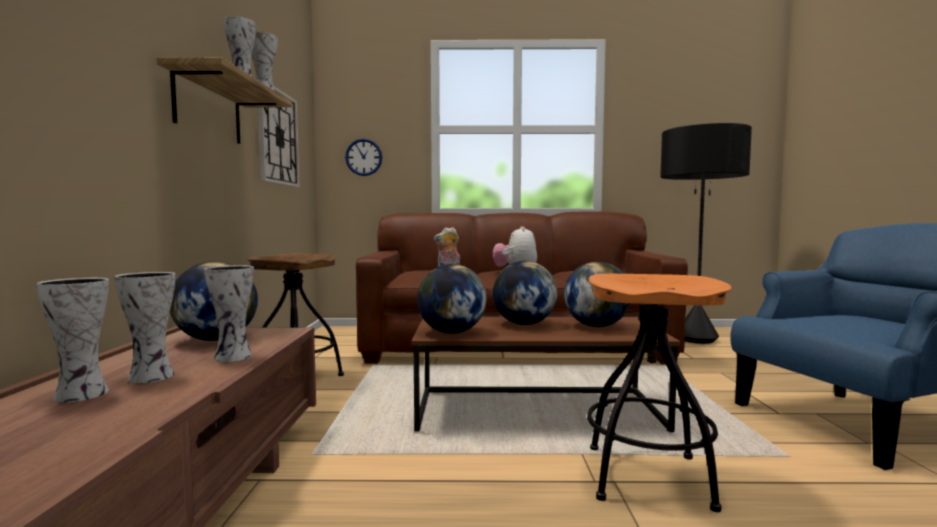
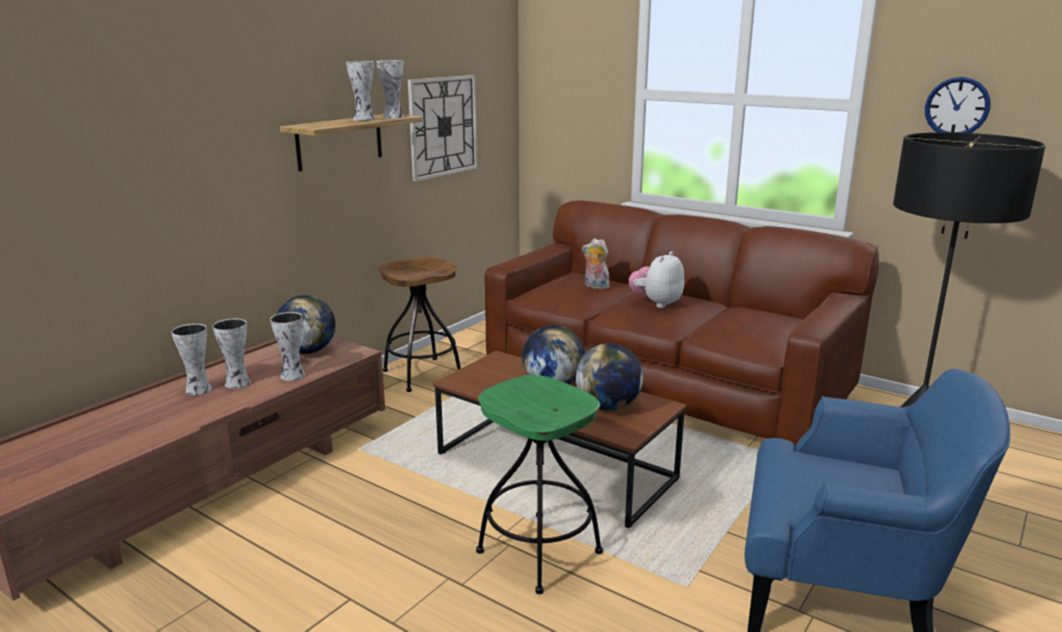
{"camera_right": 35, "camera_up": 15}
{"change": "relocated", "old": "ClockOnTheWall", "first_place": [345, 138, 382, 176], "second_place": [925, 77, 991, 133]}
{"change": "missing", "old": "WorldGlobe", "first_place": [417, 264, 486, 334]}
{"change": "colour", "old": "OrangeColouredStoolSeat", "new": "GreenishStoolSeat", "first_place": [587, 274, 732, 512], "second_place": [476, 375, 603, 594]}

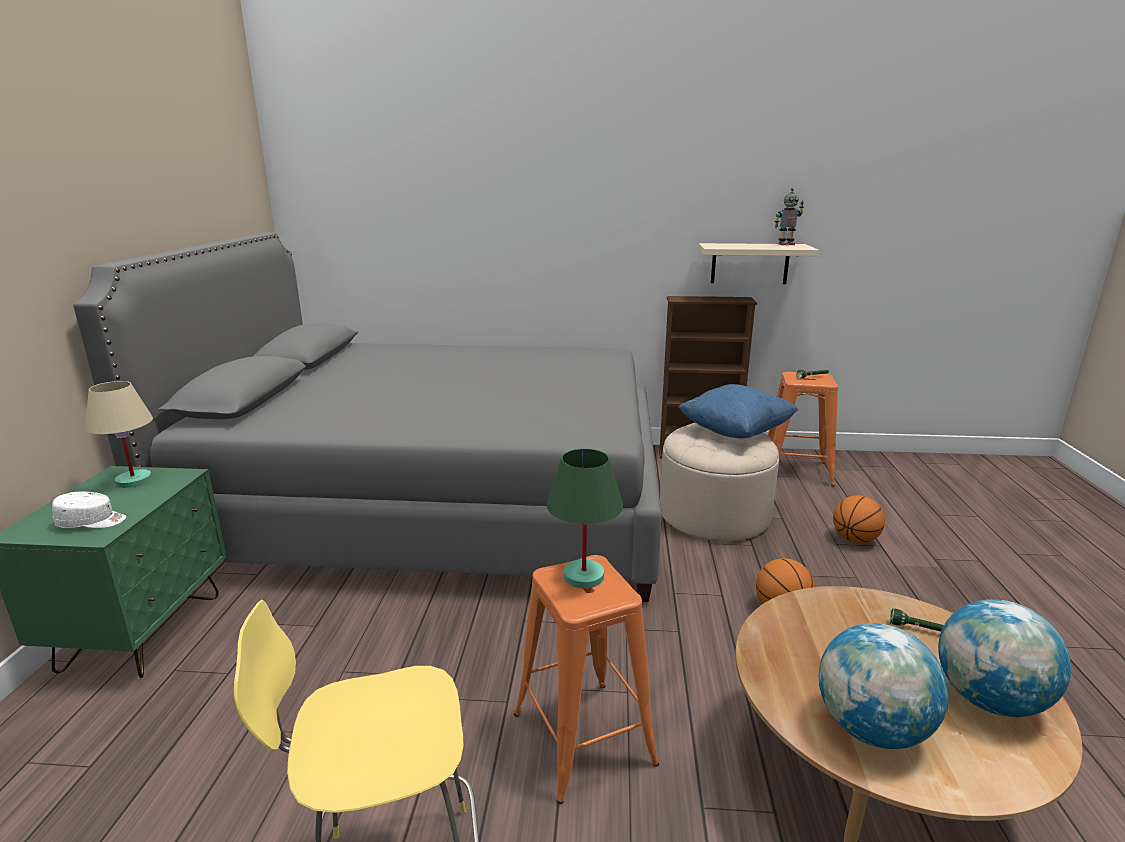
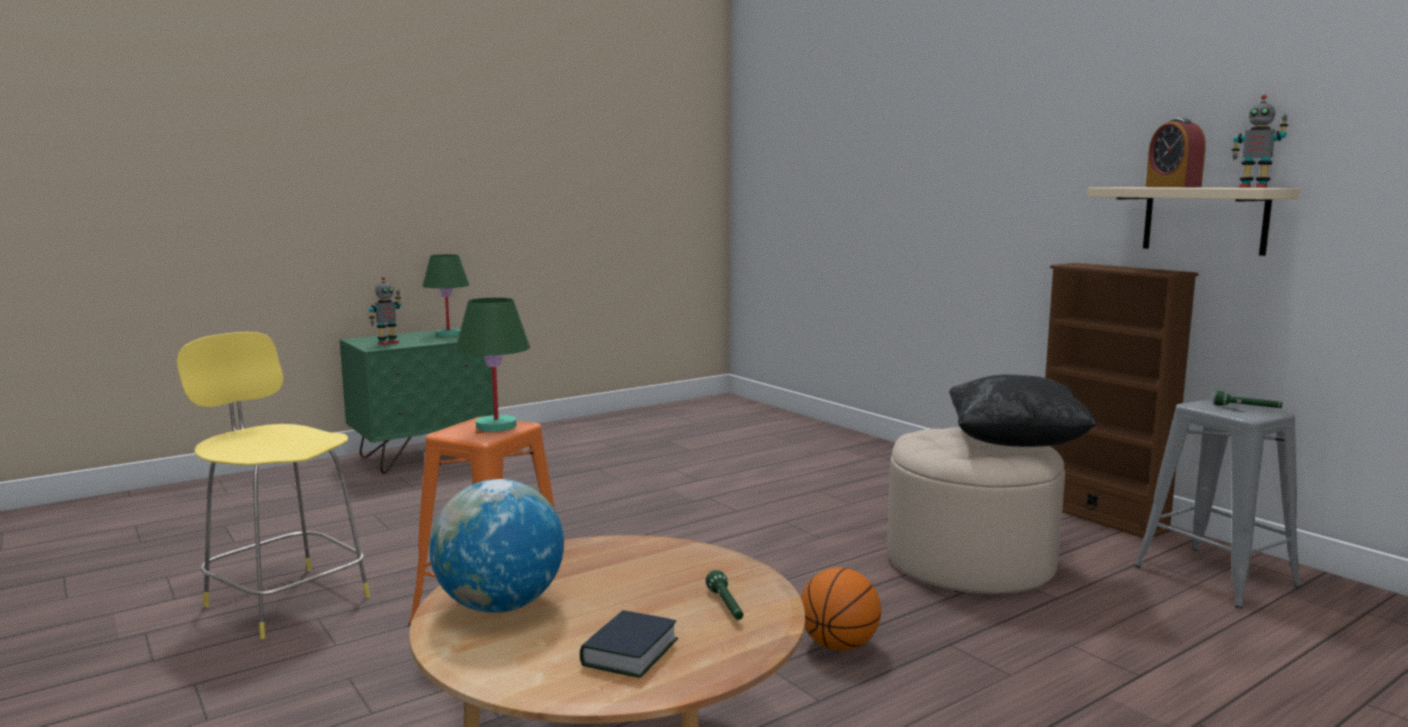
{"camera_right": 50, "camera_up": -10}
{"change": "missing", "old": "GreyishBed", "first_place": [73, 232, 662, 602]}
{"change": "colour", "old": "OrangeColouredStoolSeat", "new": "GreyishStoolSeat", "first_place": [768, 372, 838, 486], "second_place": [1134, 398, 1302, 608]}
{"change": "colour", "old": "SandColouredLampForATable", "new": "GreenishLampForATable", "first_place": [85, 381, 153, 488], "second_place": [423, 254, 469, 337]}
{"change": "colour", "old": "BluishThrowPillow", "new": "BlackColouredThrowPillow", "first_place": [678, 384, 798, 438], "second_place": [949, 374, 1098, 447]}
{"change": "exchanged", "old": "WhitishPeakedCap", "new": "RobotFigure", "first_place": [52, 492, 126, 528], "second_place": [369, 277, 401, 345]}
{"change": "missing", "old": "Basketball", "first_place": [833, 495, 885, 543]}
{"change": "exchanged", "old": "WorldGlobe", "new": "Book", "first_place": [938, 599, 1071, 717], "second_place": [580, 610, 678, 678]}
{"change": "appeared", "new": "TableClock", "second_place": [1146, 118, 1206, 187]}

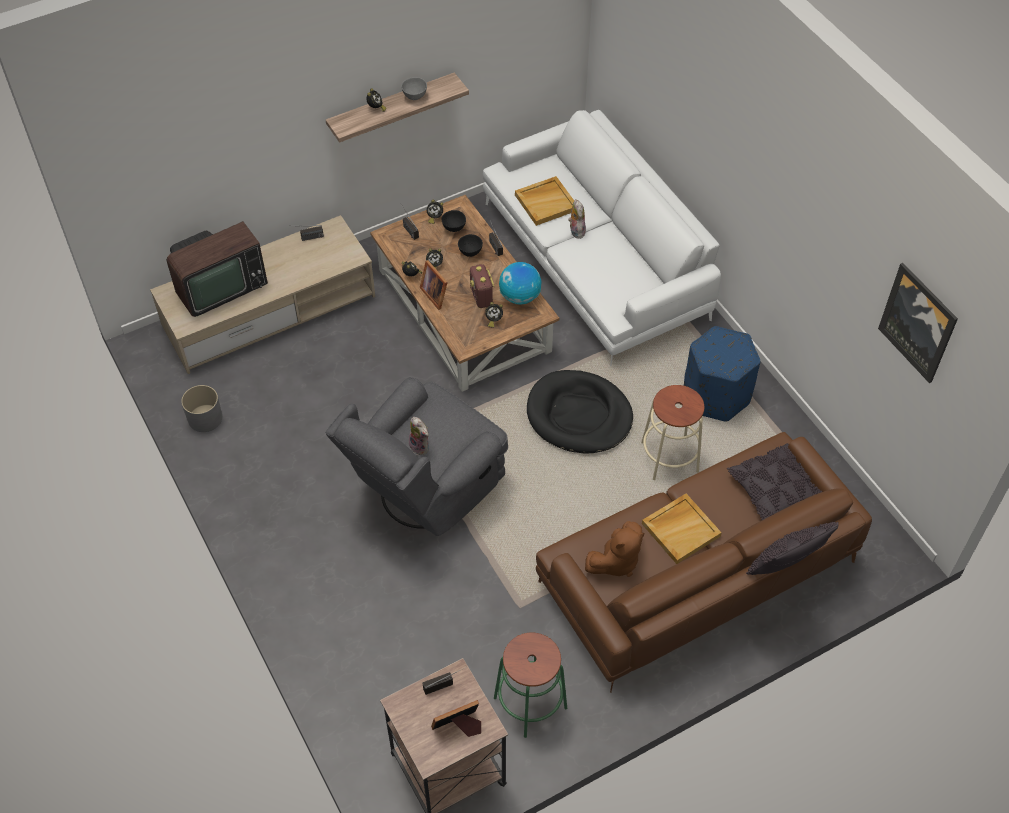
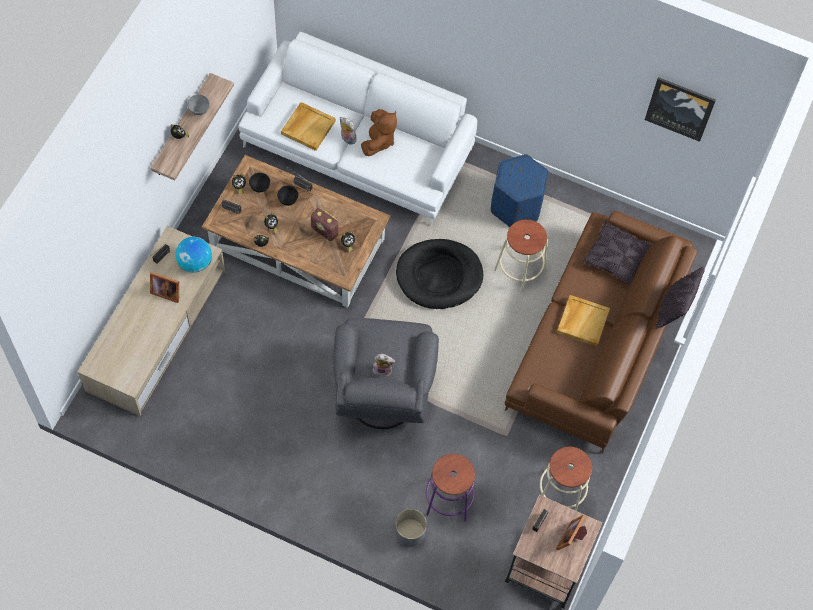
{"camera_right": -40, "camera_up": 10}
{"change": "missing", "old": "Television", "first_place": [166, 221, 268, 317]}
{"change": "relocated", "old": "PictureFrame", "first_place": [420, 260, 448, 310], "second_place": [150, 272, 179, 303]}
{"change": "relocated", "old": "WorldGlobe", "first_place": [499, 262, 541, 304], "second_place": [175, 237, 212, 273]}
{"change": "relocated", "old": "GreyishPlanter", "first_place": [181, 385, 222, 432], "second_place": [395, 509, 427, 547]}
{"change": "relocated", "old": "BrownCuddlyToy", "first_place": [585, 521, 644, 577], "second_place": [361, 109, 397, 156]}
{"change": "colour", "old": "GreenishStoolSeat", "new": "SandColouredStoolSeat", "first_place": [494, 633, 567, 738], "second_place": [540, 447, 592, 511]}
{"change": "appeared", "new": "PurplishStoolSeat", "second_place": [426, 454, 475, 522]}

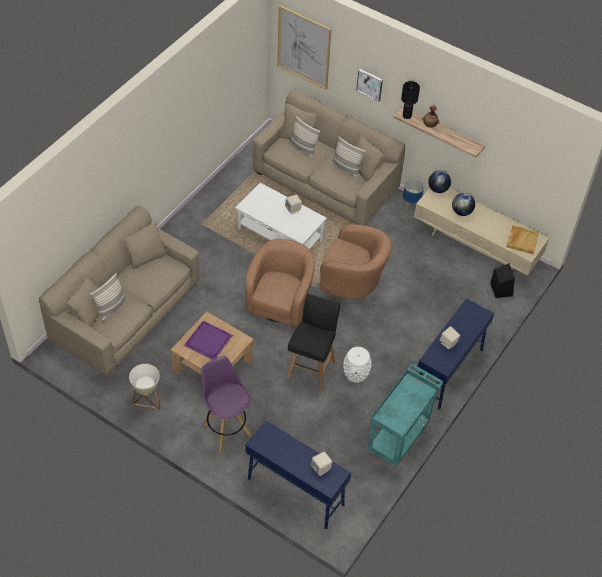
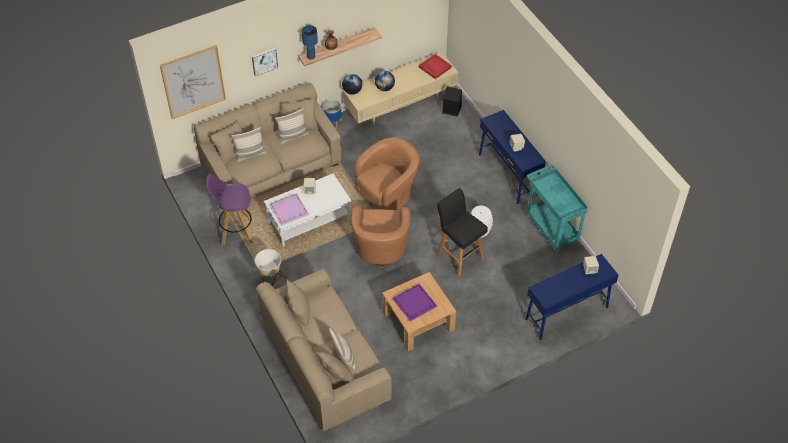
{"camera_right": -60, "camera_up": 0}
{"change": "colour", "old": "BlackColouredLampForATable", "new": "BluishLampForATable", "first_place": [401, 81, 420, 119], "second_place": [301, 25, 318, 59]}
{"change": "colour", "old": "SandColouredTray", "new": "ReddishTray", "first_place": [506, 225, 539, 254], "second_place": [419, 54, 452, 79]}
{"change": "spun", "old": "BrownEasyChair", "first_place": [245, 239, 315, 327], "second_place": [351, 206, 410, 265], "degrees": -135}
{"change": "relocated", "old": "PurplishStoolSeat", "first_place": [201, 356, 252, 453], "second_place": [206, 174, 253, 246]}
{"change": "relocated", "old": "Planter", "first_place": [129, 364, 160, 409], "second_place": [255, 249, 285, 287]}
{"change": "appeared", "new": "PurplishTray", "second_place": [269, 193, 310, 226]}

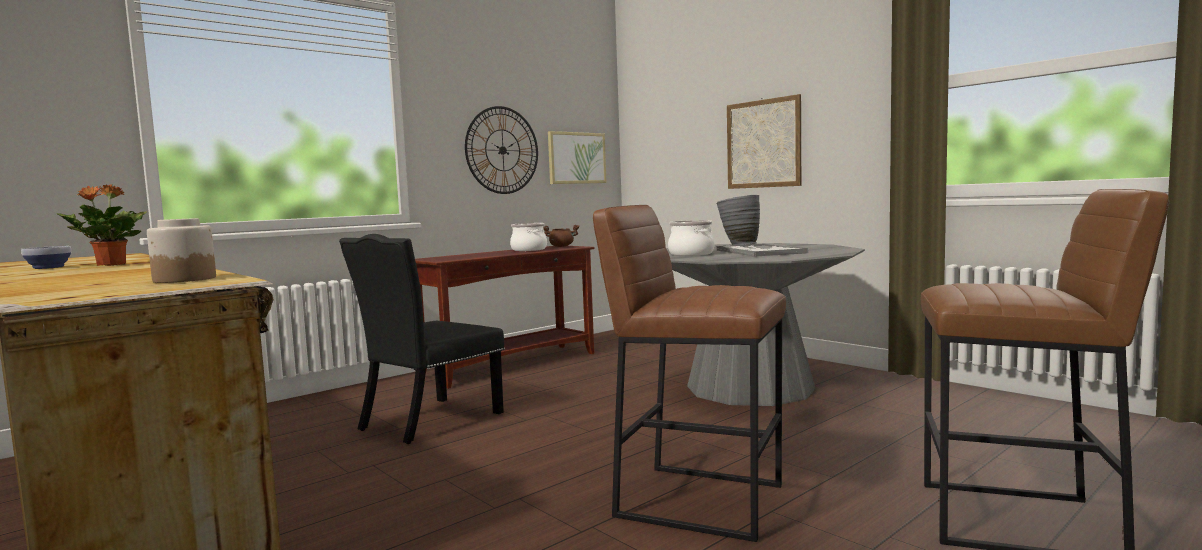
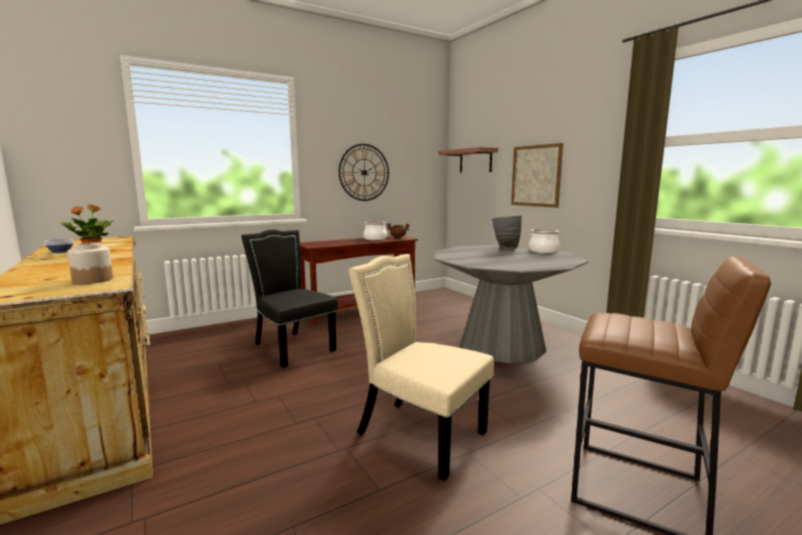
{"camera_right": 10, "camera_up": 5}
{"change": "missing", "old": "Picture", "first_place": [548, 131, 606, 184]}
{"change": "exchanged", "old": "BrownStoolSeat", "new": "SandColouredPlainChair", "first_place": [593, 205, 786, 542], "second_place": [349, 254, 494, 481]}
{"change": "relocated", "old": "CookingPot", "first_place": [668, 220, 715, 256], "second_place": [529, 229, 560, 253]}
{"change": "spun", "old": "BlackColouredPlainChair", "first_place": [339, 234, 505, 444], "second_place": [241, 230, 338, 367], "degrees": 90}
{"change": "missing", "old": "Tray", "first_place": [717, 243, 808, 257]}
{"change": "appeared", "new": "Shelf", "second_place": [438, 147, 498, 173]}

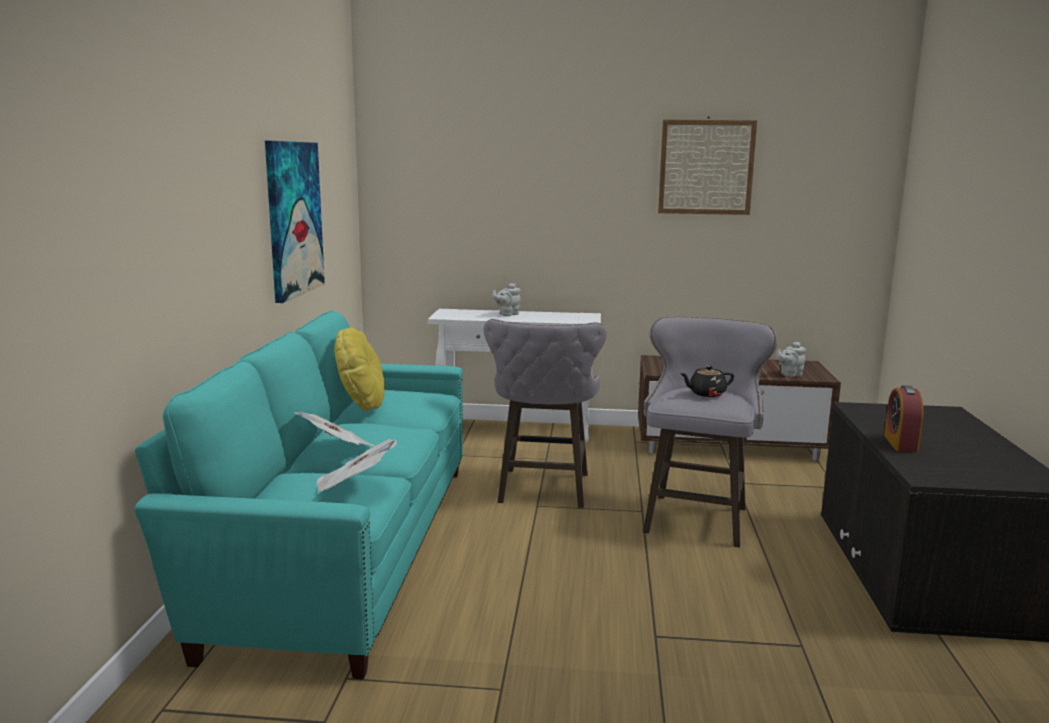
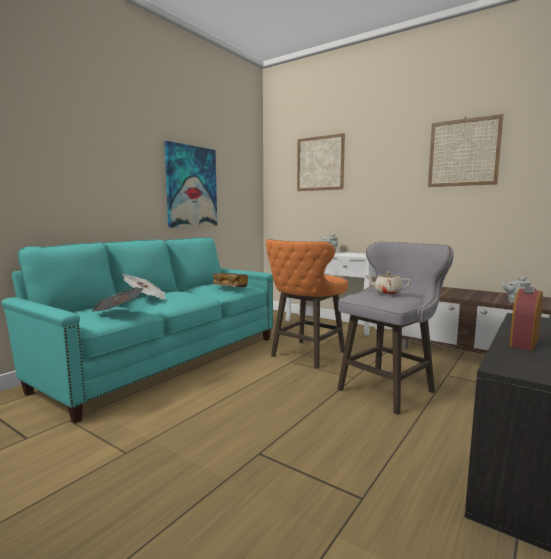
{"camera_right": 30, "camera_up": -5}
{"change": "colour", "old": "GreyishStoolSeat", "new": "OrangeColouredStoolSeat", "first_place": [484, 319, 607, 508], "second_place": [266, 239, 348, 368]}
{"change": "missing", "old": "YellowishThrowPillow", "first_place": [334, 328, 385, 411]}
{"change": "colour", "old": "BlackColouredTeapot", "new": "SandColouredTeapot", "first_place": [680, 365, 734, 397], "second_place": [365, 272, 411, 295]}
{"change": "appeared", "new": "Picture", "second_place": [297, 133, 345, 191]}
{"change": "appeared", "new": "Book", "second_place": [212, 273, 248, 287]}

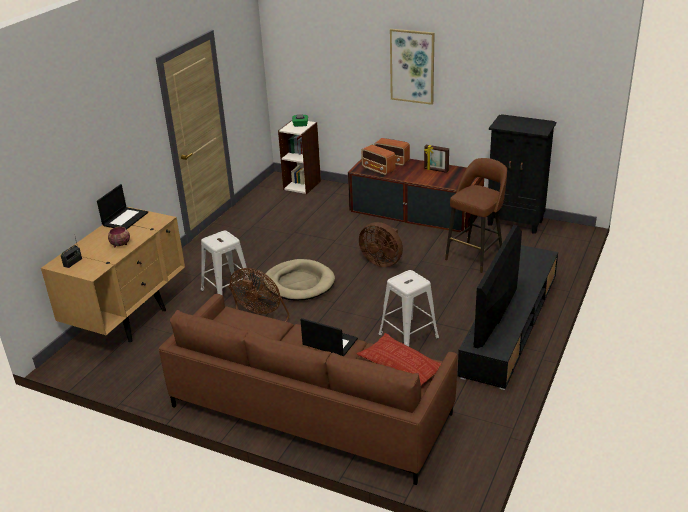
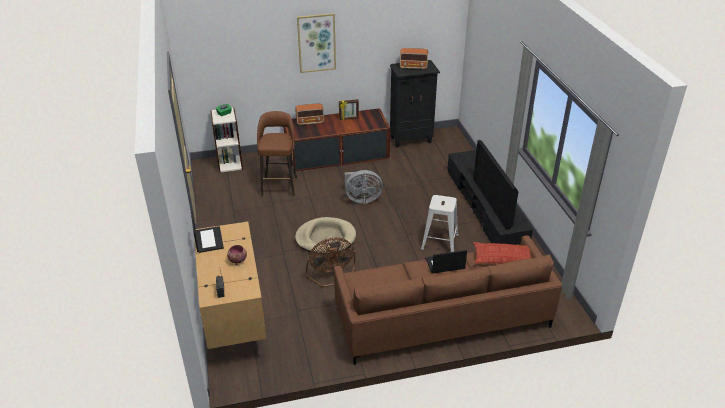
{"camera_right": -40, "camera_up": 5}
{"change": "relocated", "old": "RadioSet", "first_place": [361, 145, 396, 176], "second_place": [400, 48, 428, 69]}
{"change": "relocated", "old": "BrownStoolSeat", "first_place": [445, 158, 507, 273], "second_place": [257, 111, 297, 196]}
{"change": "colour", "old": "BrownCoolingFan", "new": "GreyishCoolingFan", "first_place": [359, 222, 403, 267], "second_place": [345, 170, 383, 204]}
{"change": "missing", "old": "WhitishStoolSeat", "first_place": [201, 231, 252, 295]}

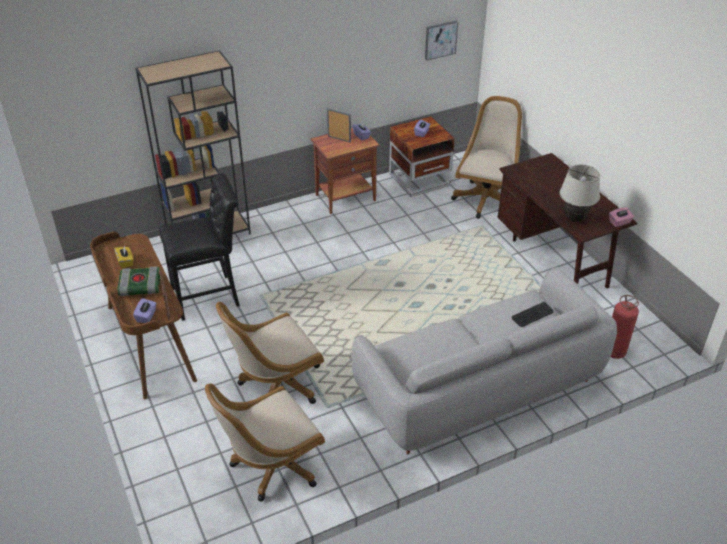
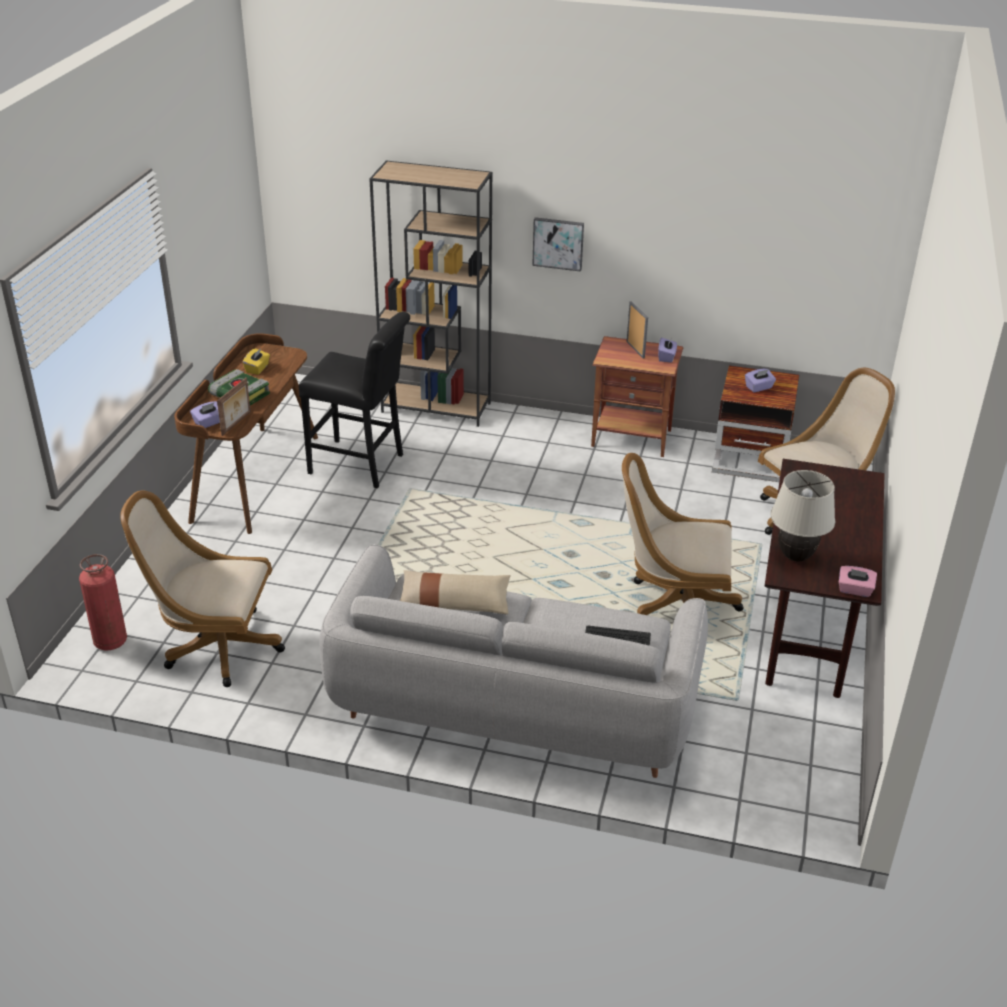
{"camera_right": 40, "camera_up": -5}
{"change": "relocated", "old": "Picture", "first_place": [425, 21, 458, 60], "second_place": [532, 217, 584, 272]}
{"change": "relocated", "old": "FireExtinguisher", "first_place": [611, 295, 639, 359], "second_place": [79, 554, 127, 650]}
{"change": "relocated", "old": "ComputerChair", "first_place": [216, 302, 324, 404], "second_place": [622, 453, 744, 615]}
{"change": "appeared", "new": "SandColouredThrowPillow", "second_place": [400, 570, 511, 614]}

